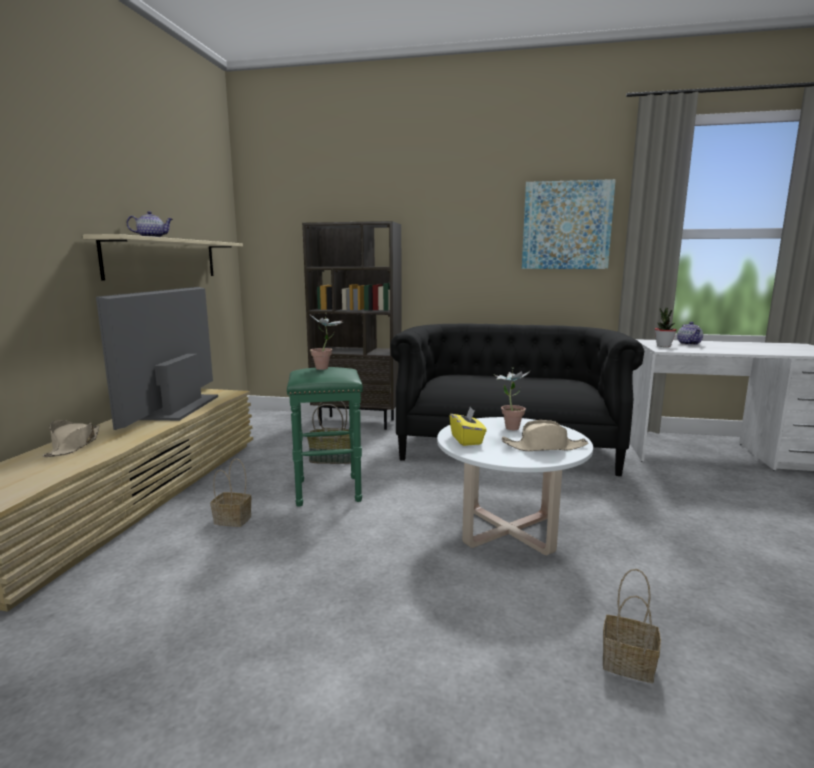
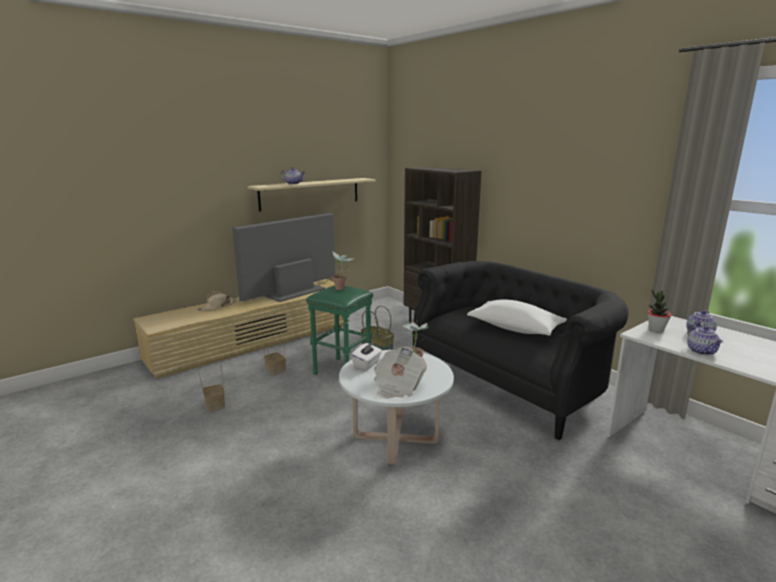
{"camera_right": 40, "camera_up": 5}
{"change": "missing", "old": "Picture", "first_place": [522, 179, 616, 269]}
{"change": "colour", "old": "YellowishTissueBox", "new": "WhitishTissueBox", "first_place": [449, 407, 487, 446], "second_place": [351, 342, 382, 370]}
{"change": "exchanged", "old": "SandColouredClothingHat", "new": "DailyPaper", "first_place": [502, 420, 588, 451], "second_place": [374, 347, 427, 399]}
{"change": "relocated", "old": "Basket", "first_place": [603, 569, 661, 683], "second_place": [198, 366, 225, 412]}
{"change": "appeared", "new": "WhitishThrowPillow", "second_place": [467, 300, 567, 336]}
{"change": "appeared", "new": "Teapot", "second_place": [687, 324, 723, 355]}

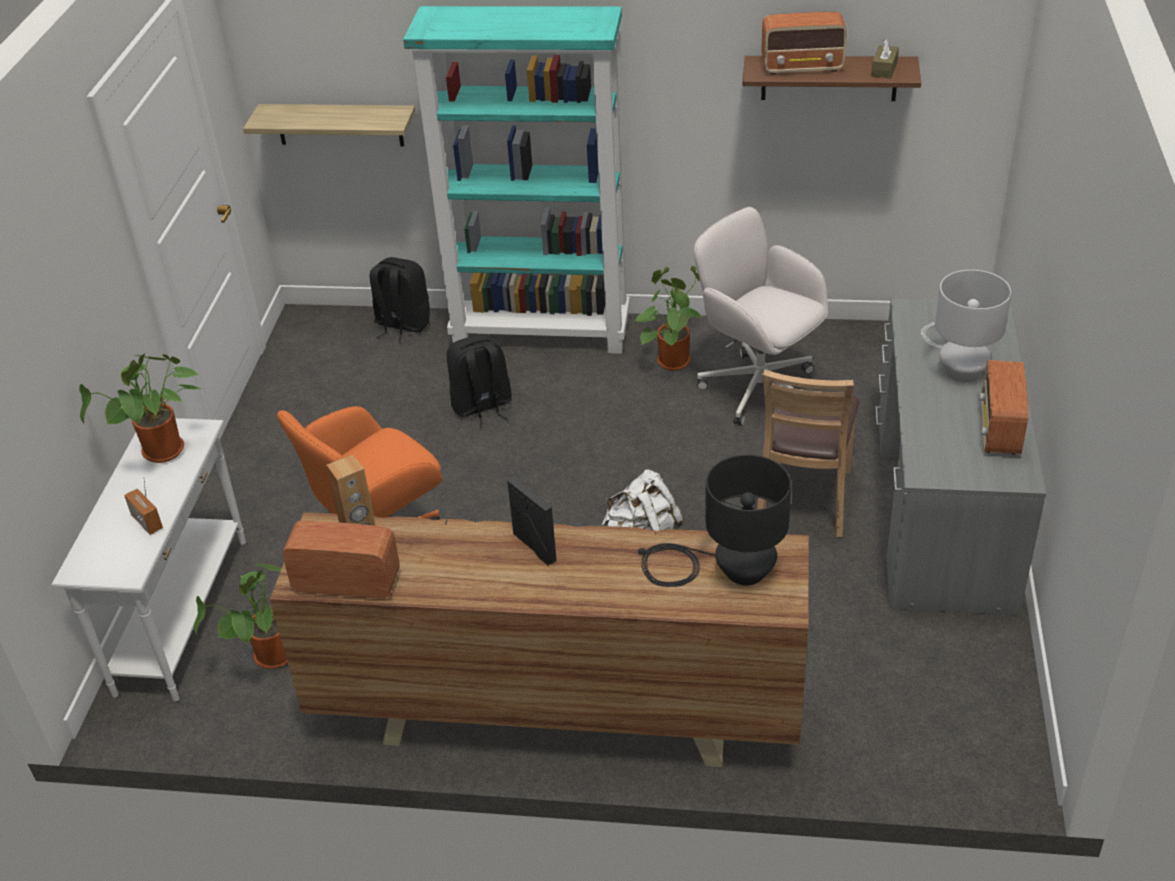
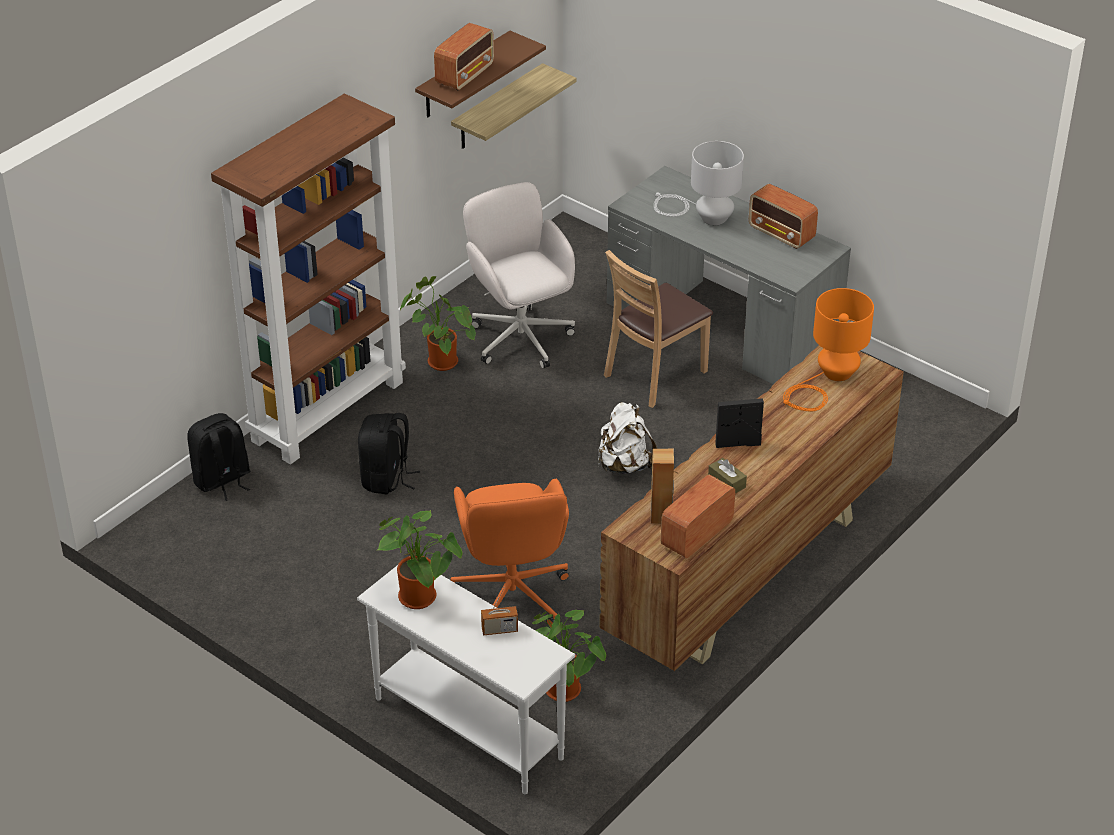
{"camera_right": -60, "camera_up": 0}
{"change": "colour", "old": "TurquoiseShelvingUnit", "new": "BrownShelvingUnit", "first_place": [403, 6, 630, 354], "second_place": [211, 94, 406, 464]}
{"change": "relocated", "old": "BrownTissueBox", "first_place": [871, 38, 899, 78], "second_place": [708, 458, 747, 494]}
{"change": "relocated", "old": "Shelf", "first_place": [243, 104, 415, 146], "second_place": [451, 63, 577, 149]}
{"change": "spun", "old": "WhitishComputerChair", "first_place": [694, 207, 828, 426], "second_place": [463, 182, 575, 368], "degrees": 75}
{"change": "spun", "old": "BrownPlainChair", "first_place": [757, 370, 859, 537], "second_place": [604, 250, 713, 408], "degrees": 90}
{"change": "colour", "old": "BlackColouredLampForATable", "new": "OrangeColouredLampForATable", "first_place": [638, 454, 791, 587], "second_place": [783, 288, 874, 411]}

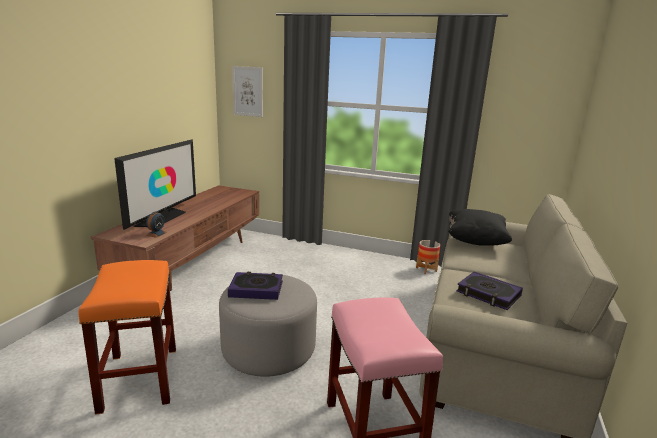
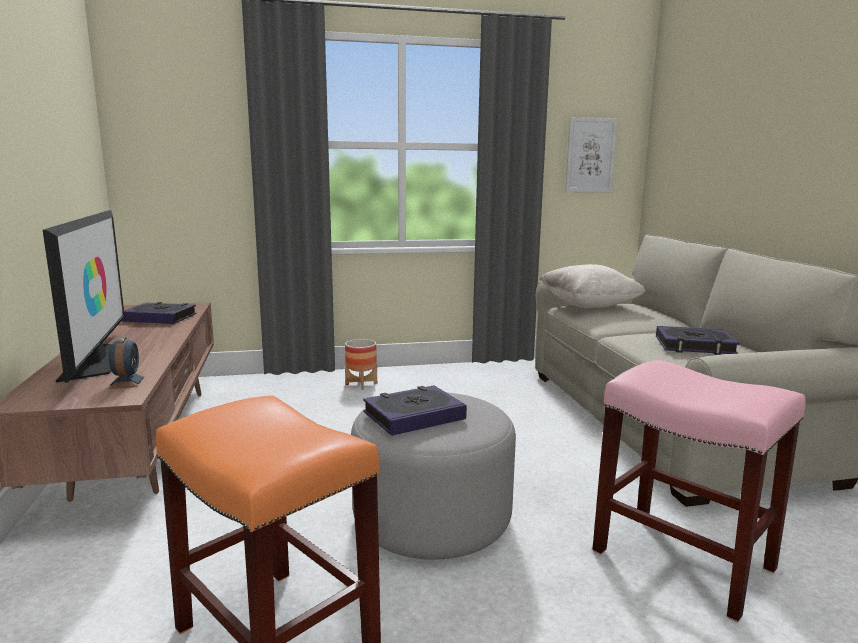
{"camera_right": -30, "camera_up": -5}
{"change": "relocated", "old": "Picture", "first_place": [232, 66, 263, 117], "second_place": [565, 117, 617, 192]}
{"change": "colour", "old": "BlackColouredThrowPillow", "new": "SandColouredThrowPillow", "first_place": [448, 209, 512, 246], "second_place": [539, 264, 645, 308]}
{"change": "relocated", "old": "Planter", "first_place": [416, 240, 440, 274], "second_place": [345, 339, 377, 390]}
{"change": "appeared", "new": "Book", "second_place": [122, 302, 197, 324]}

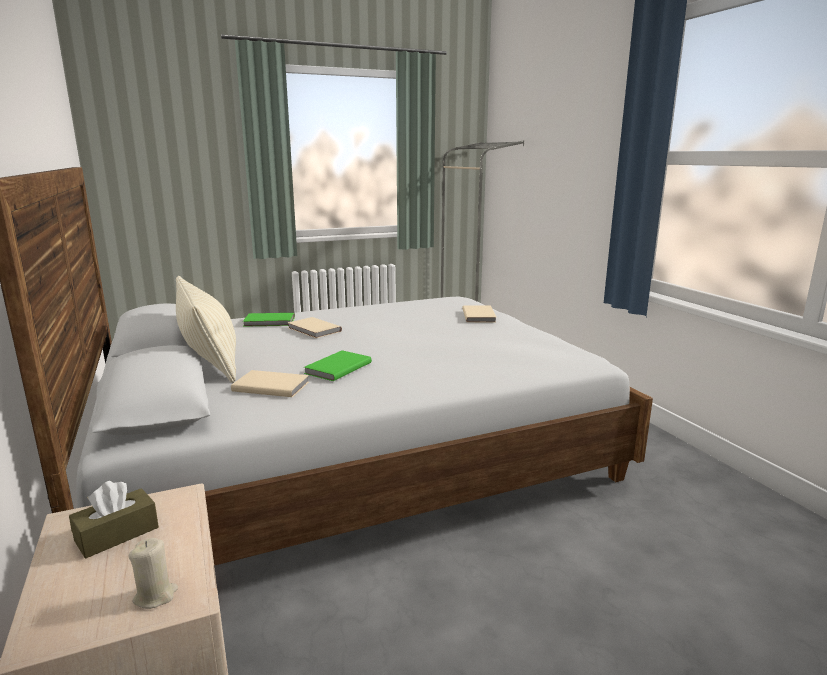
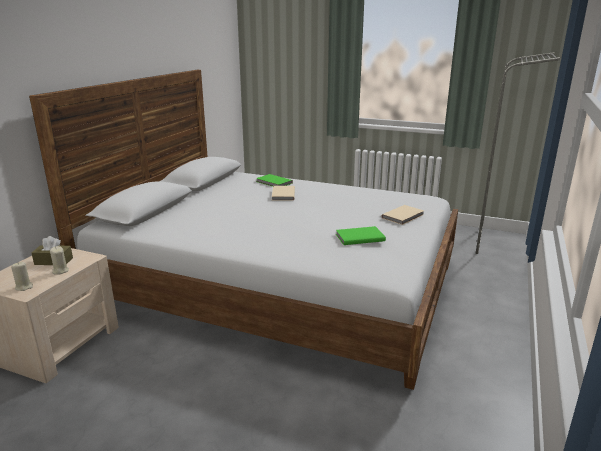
{"camera_right": 45, "camera_up": 5}
{"change": "missing", "old": "SandColouredThrowPillow", "first_place": [176, 276, 236, 383]}
{"change": "relocated", "old": "GreenishBook", "first_place": [304, 350, 372, 381], "second_place": [336, 226, 386, 245]}
{"change": "missing", "old": "SandColouredBook", "first_place": [231, 370, 309, 397]}
{"change": "appeared", "new": "SandColouredWaxLight", "second_place": [50, 246, 69, 275]}

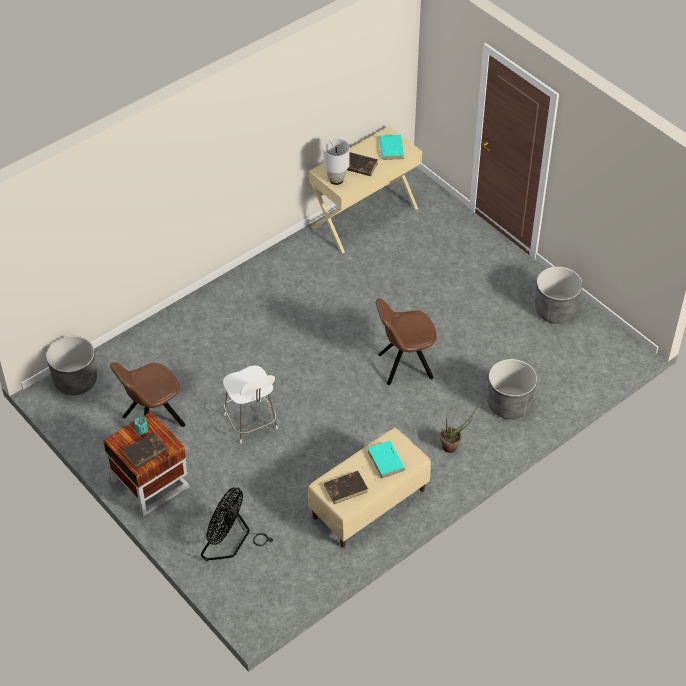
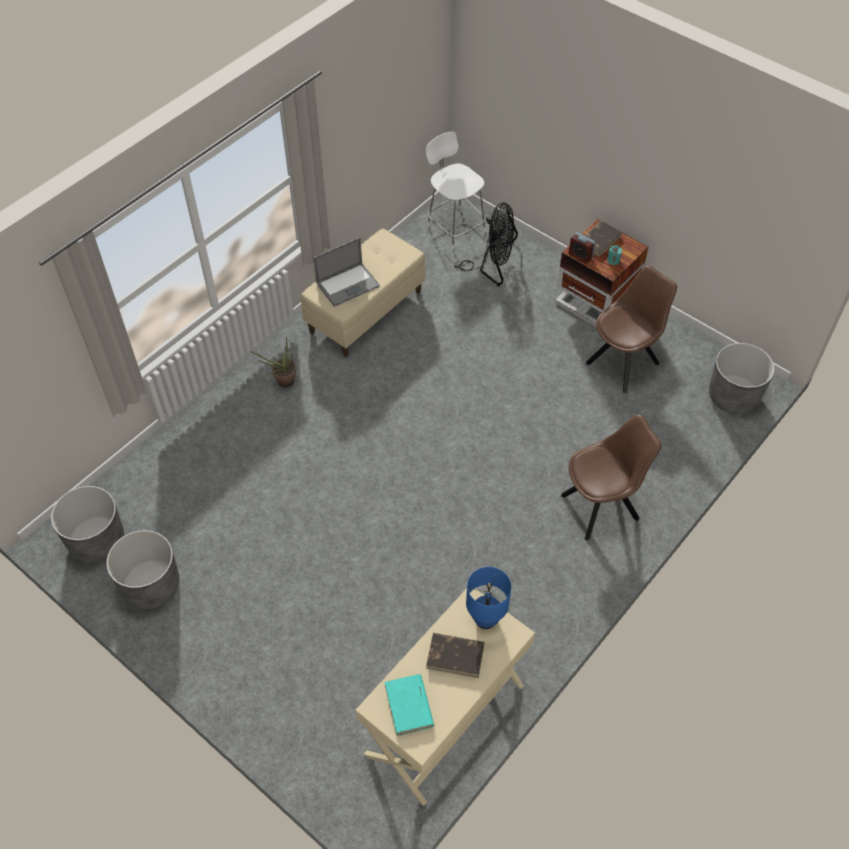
{"camera_right": 170, "camera_up": 5}
{"change": "colour", "old": "WhitishLampForATable", "new": "BluishLampForATable", "first_place": [323, 139, 350, 185], "second_place": [466, 567, 511, 629]}
{"change": "relocated", "old": "BrownPlainChair", "first_place": [376, 298, 437, 385], "second_place": [561, 415, 661, 540]}
{"change": "relocated", "old": "GreyishPlanter", "first_place": [488, 359, 537, 419], "second_place": [51, 486, 124, 563]}
{"change": "relocated", "old": "WhitishPlainChair", "first_place": [223, 366, 278, 444], "second_place": [426, 131, 486, 249]}
{"change": "exchanged", "old": "TurquoiseBook", "new": "Laptop", "first_place": [367, 441, 405, 478], "second_place": [313, 238, 380, 307]}
{"change": "missing", "old": "BrownBook", "first_place": [324, 471, 368, 504]}
{"change": "appeared", "new": "TableClock", "second_place": [569, 232, 596, 263]}

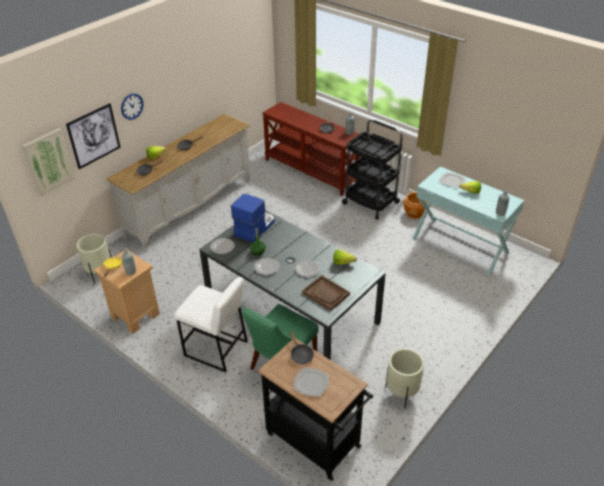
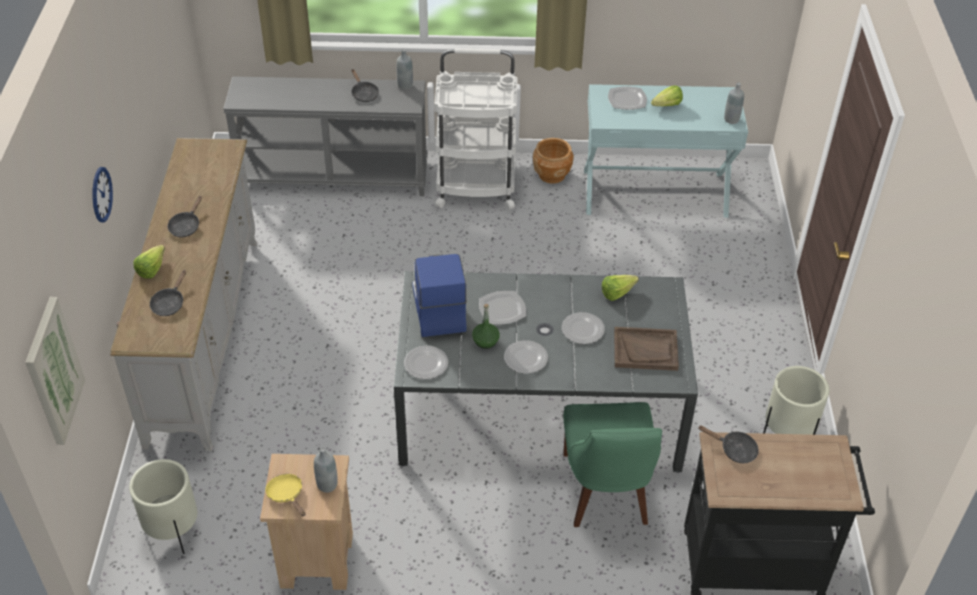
{"camera_right": -40, "camera_up": 5}
{"change": "colour", "old": "BrownConsoleTable", "new": "GreyishConsoleTable", "first_place": [262, 102, 360, 196], "second_place": [223, 76, 428, 196]}
{"change": "missing", "old": "Picture", "first_place": [66, 103, 121, 169]}
{"change": "colour", "old": "BlackColouredCart", "new": "WhitishCart", "first_place": [342, 120, 403, 220], "second_place": [435, 49, 517, 210]}
{"change": "missing", "old": "WhitishPlainChair", "first_place": [175, 277, 248, 372]}
{"change": "relocated", "old": "FlatDish", "first_place": [293, 368, 329, 397], "second_place": [479, 291, 526, 325]}

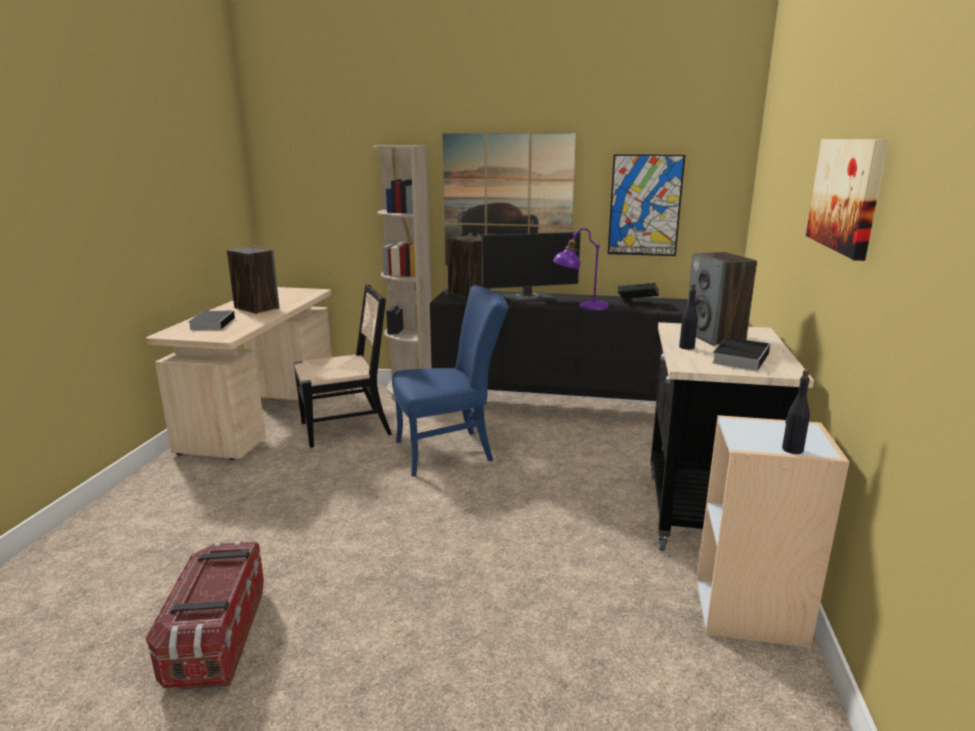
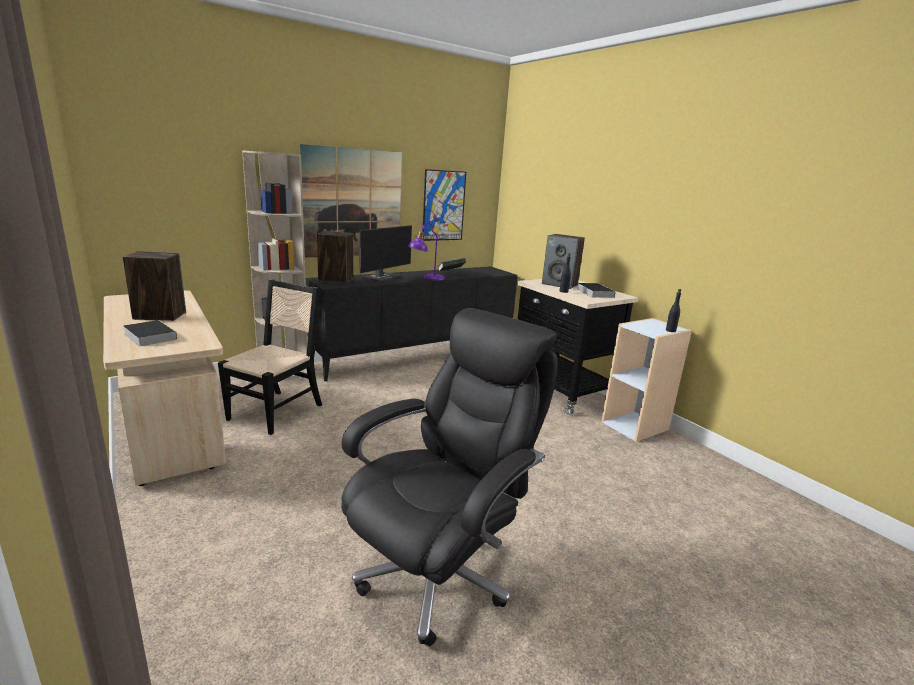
{"camera_right": -45, "camera_up": 0}
{"change": "missing", "old": "Picture", "first_place": [806, 139, 889, 261]}
{"change": "missing", "old": "BluishPlainChair", "first_place": [392, 285, 509, 477]}
{"change": "exchanged", "old": "StorageBin", "new": "BlackColouredComputerChair", "first_place": [146, 541, 264, 689], "second_place": [341, 308, 557, 646]}

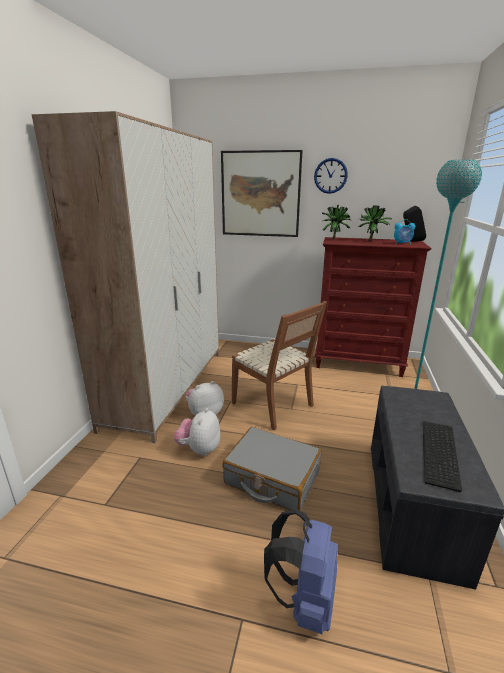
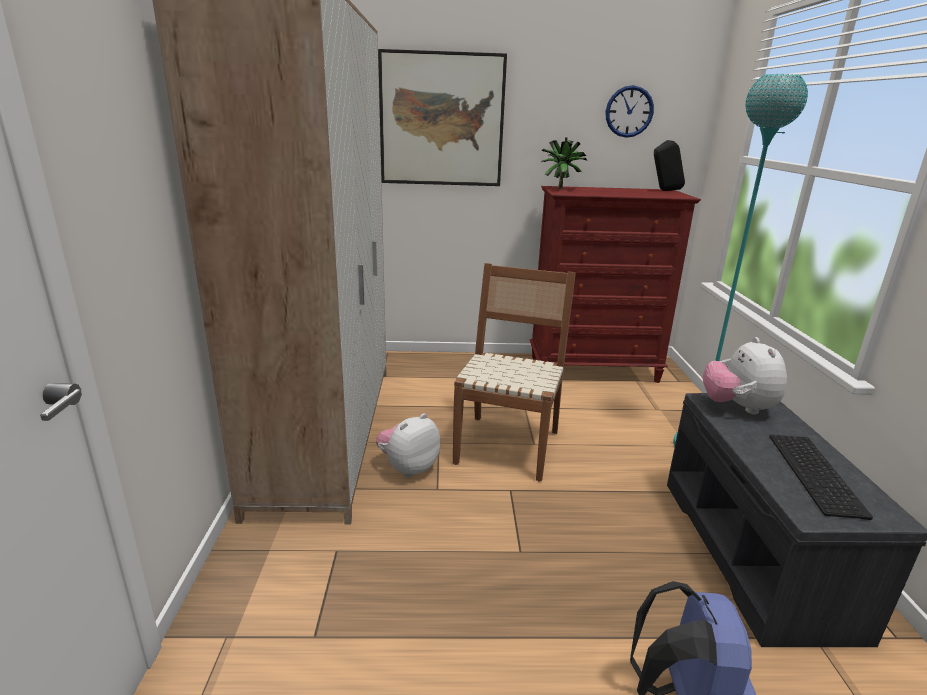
{"camera_right": -15, "camera_up": 0}
{"change": "relocated", "old": "ClockOnTheWall", "first_place": [314, 158, 348, 194], "second_place": [606, 85, 654, 138]}
{"change": "missing", "old": "PlantInAPot", "first_place": [357, 205, 392, 241]}
{"change": "missing", "old": "TableClock", "first_place": [394, 219, 415, 245]}
{"change": "spun", "old": "PlainChair", "first_place": [232, 301, 327, 430], "second_place": [453, 263, 576, 482], "degrees": -105}
{"change": "relocated", "old": "CuddlyToy", "first_place": [174, 408, 220, 456], "second_place": [702, 337, 787, 415]}
{"change": "missing", "old": "GreyishSuitcase", "first_place": [222, 427, 321, 511]}

